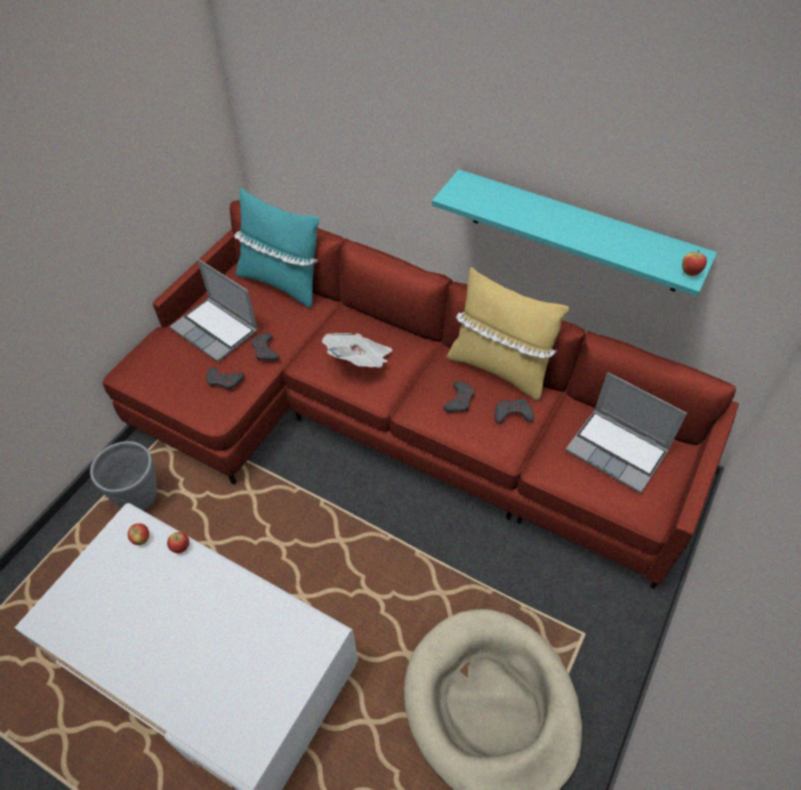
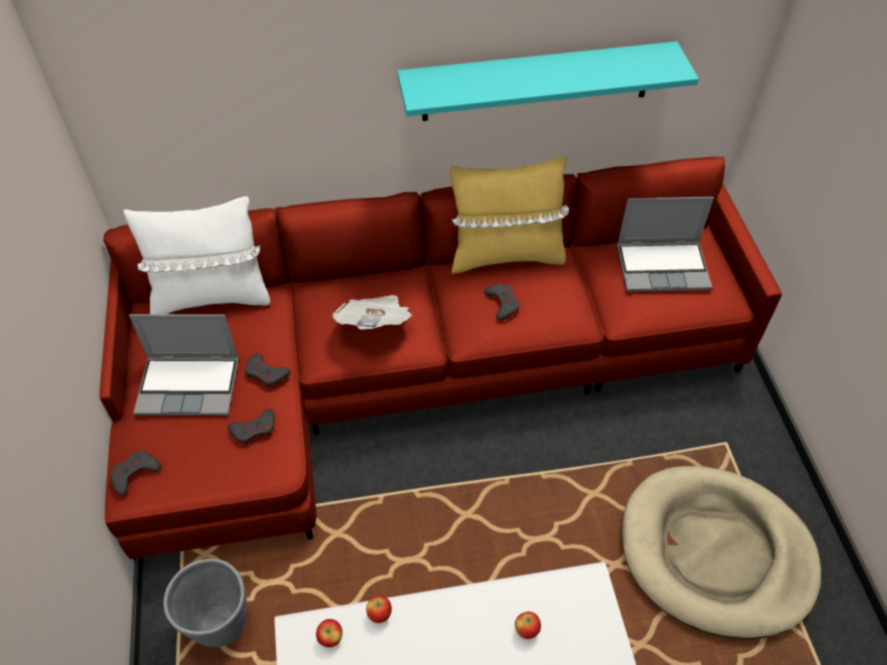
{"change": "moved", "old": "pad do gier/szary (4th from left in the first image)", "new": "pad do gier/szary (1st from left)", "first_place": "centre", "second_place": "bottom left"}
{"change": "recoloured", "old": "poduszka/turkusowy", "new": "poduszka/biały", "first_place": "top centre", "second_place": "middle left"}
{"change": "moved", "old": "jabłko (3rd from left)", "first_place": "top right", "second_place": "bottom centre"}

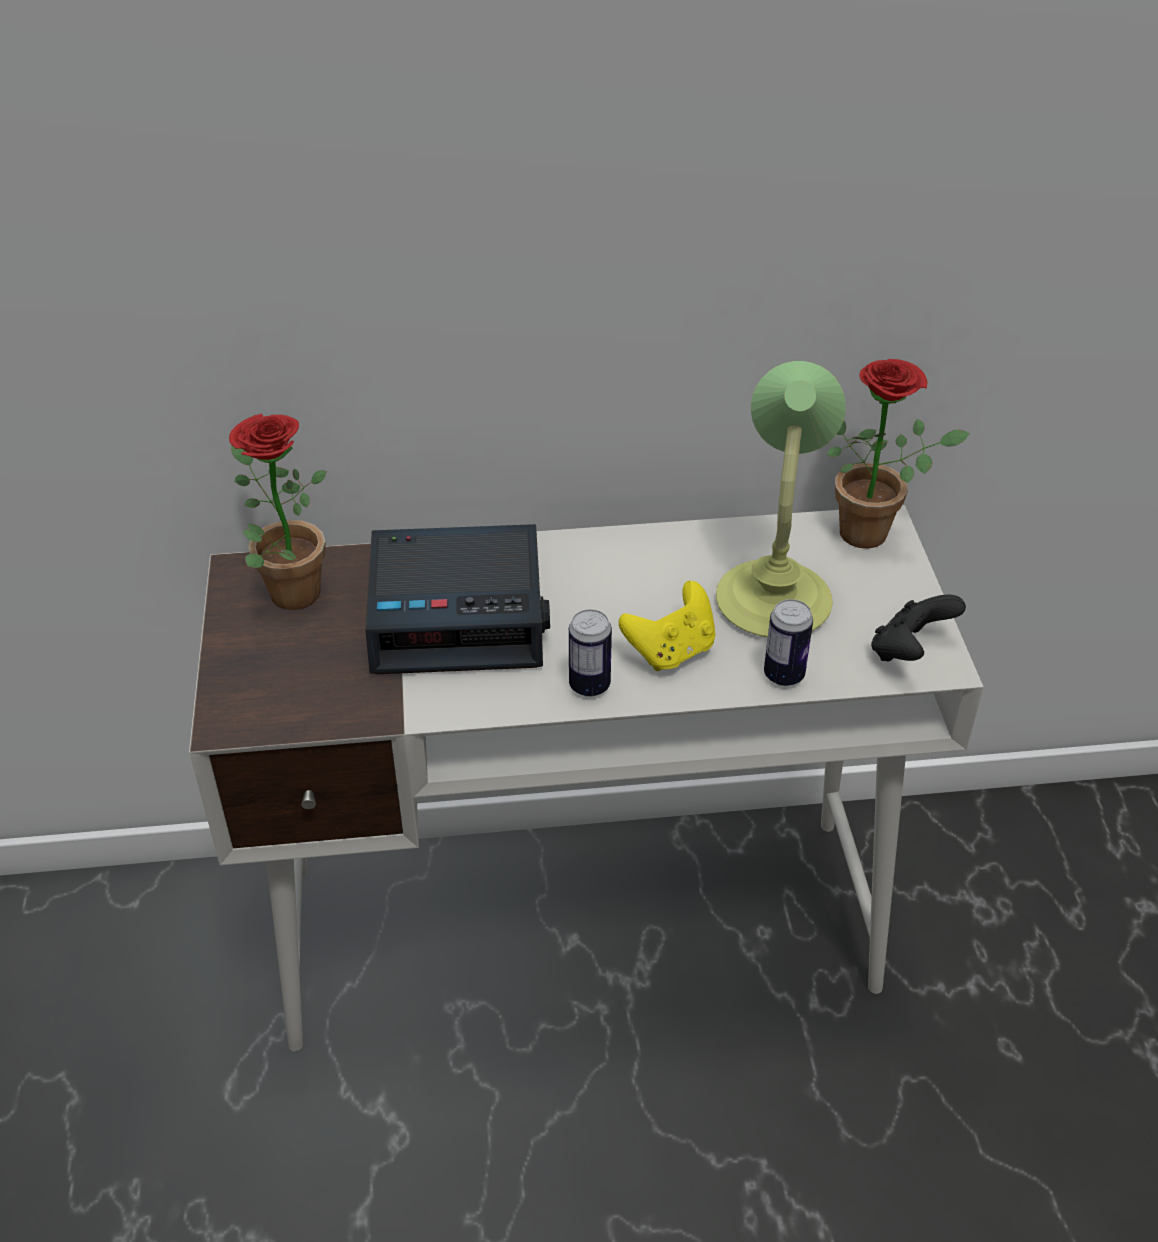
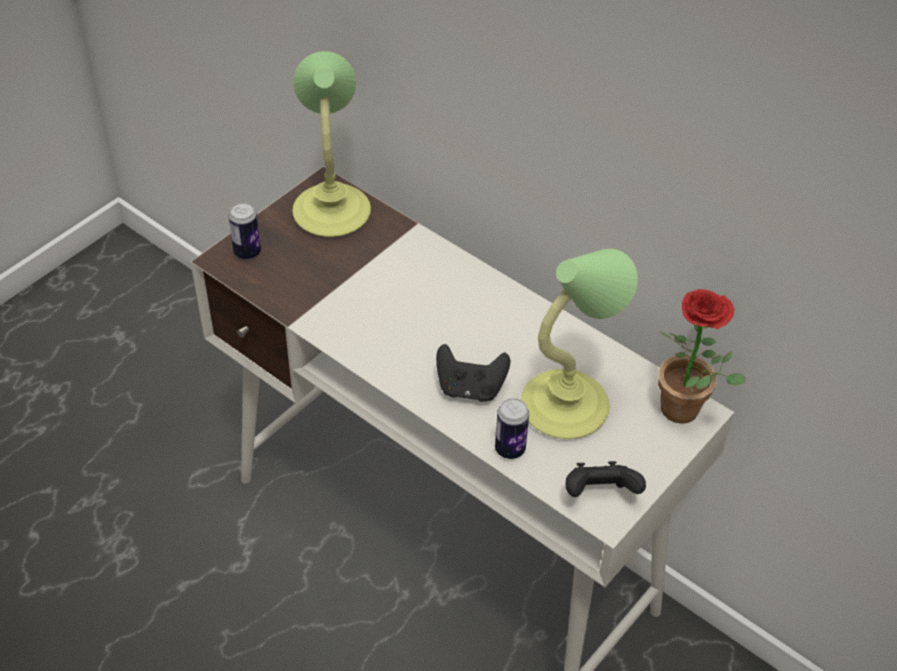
{"change": "moved", "old": "puszka (1st from left)", "first_place": "centre", "second_place": "middle left"}
{"change": "replaced", "old": "roślina doniczkowa (1st from left)", "new": "lampa stołowa (1st from left)", "first_place": "middle left", "second_place": "top centre"}
{"change": "recoloured", "old": "pad do gier/żółty", "new": "pad do gier/czarny (1st from left)", "first_place": "centre", "second_place": "centre"}
{"change": "removed", "old": "budzik", "first_place": "centre"}

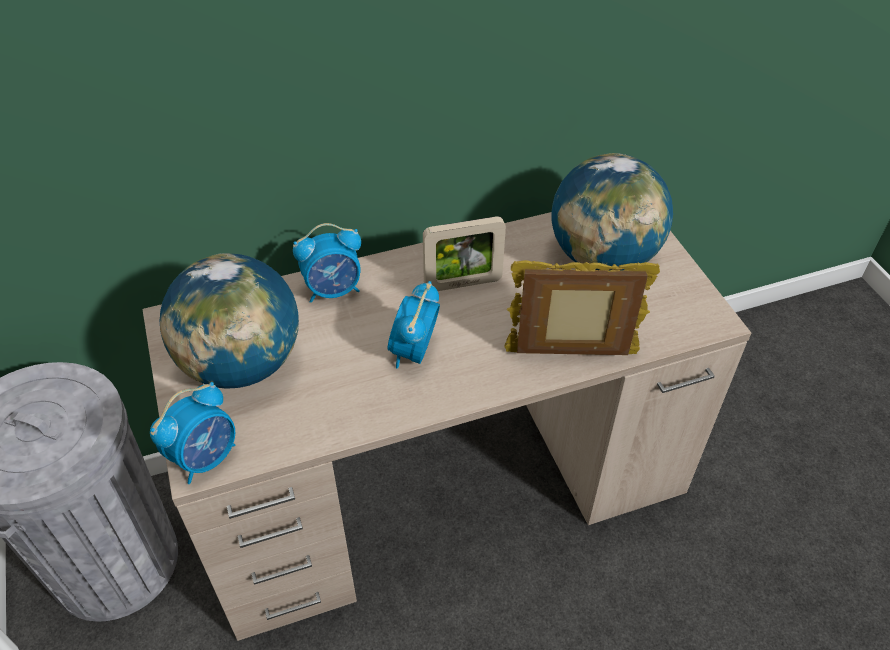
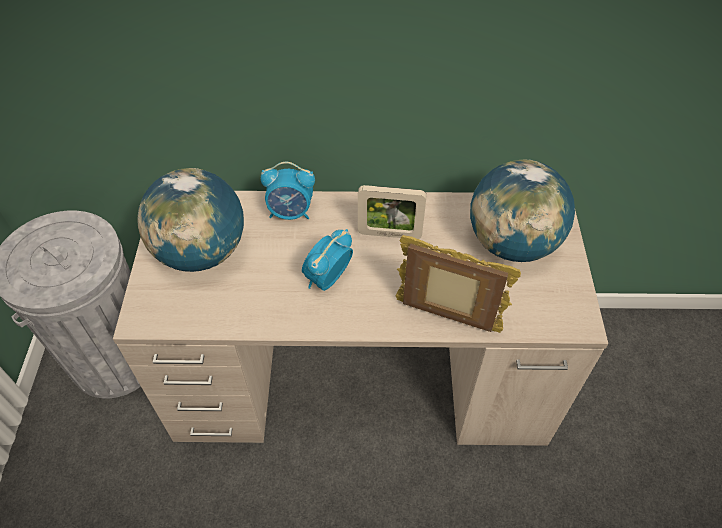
{"change": "removed", "old": "budzik (1st from left)", "first_place": "middle left"}

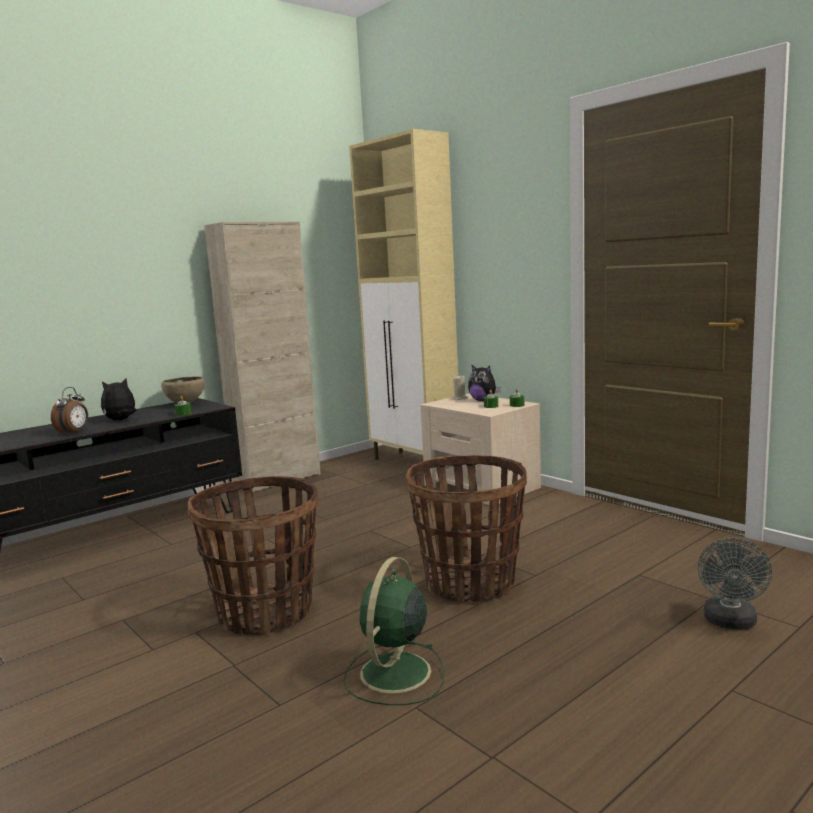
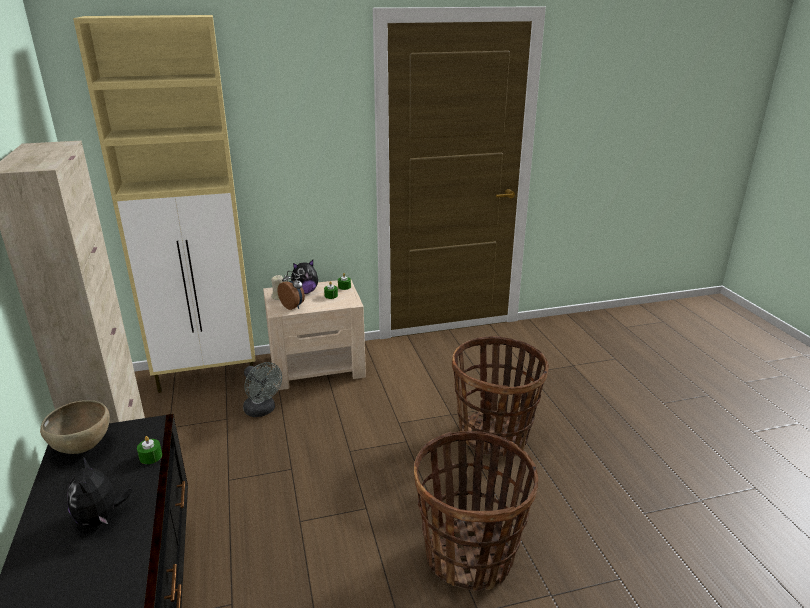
{"change": "moved", "old": "wentylator/szary", "first_place": "bottom right", "second_place": "middle left"}
{"change": "moved", "old": "budzik", "first_place": "middle left", "second_place": "centre"}
{"change": "removed", "old": "wentylator/zielony", "first_place": "bottom centre"}

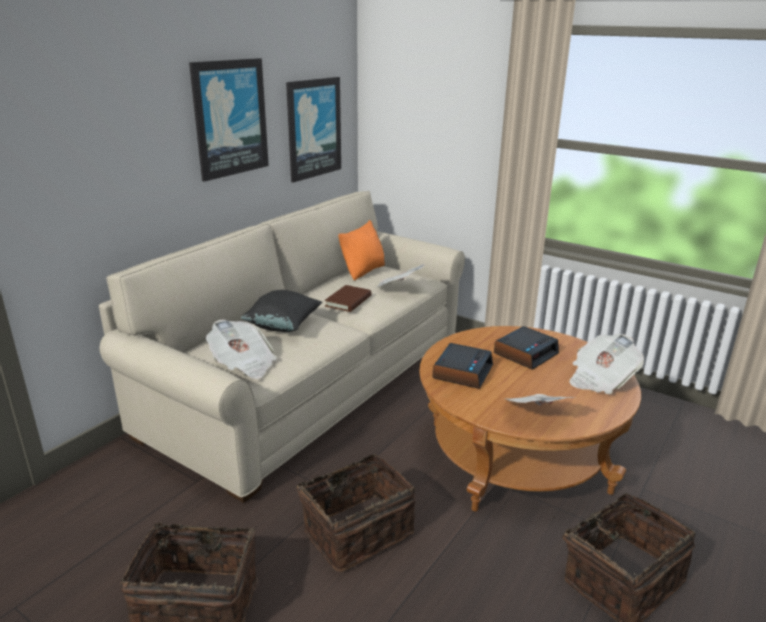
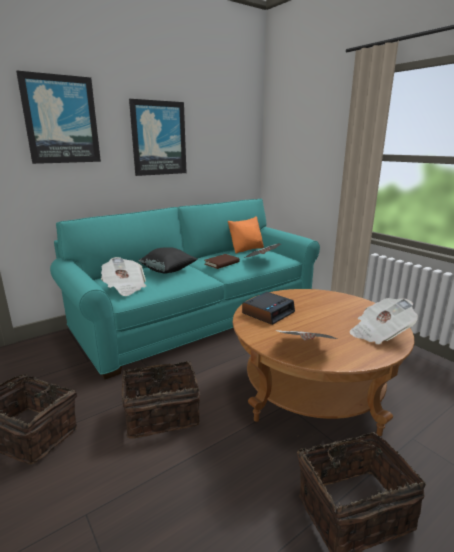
{"change": "moved", "old": "obraz (2nd from left in the first image)", "new": "obraz (1st from left)", "first_place": "top centre", "second_place": "top left"}
{"change": "recoloured", "old": "kanapa/beżowy", "new": "kanapa/turkusowy", "first_place": "centre", "second_place": "centre"}
{"change": "removed", "old": "budzik (2nd from left)", "first_place": "middle right"}

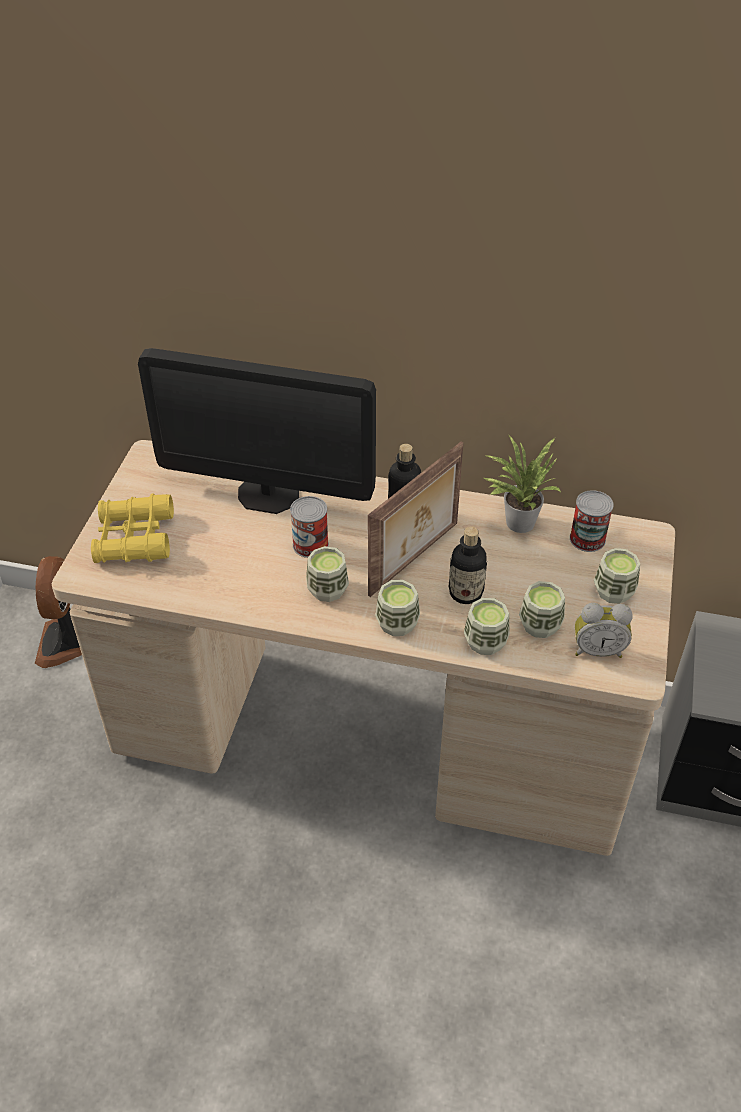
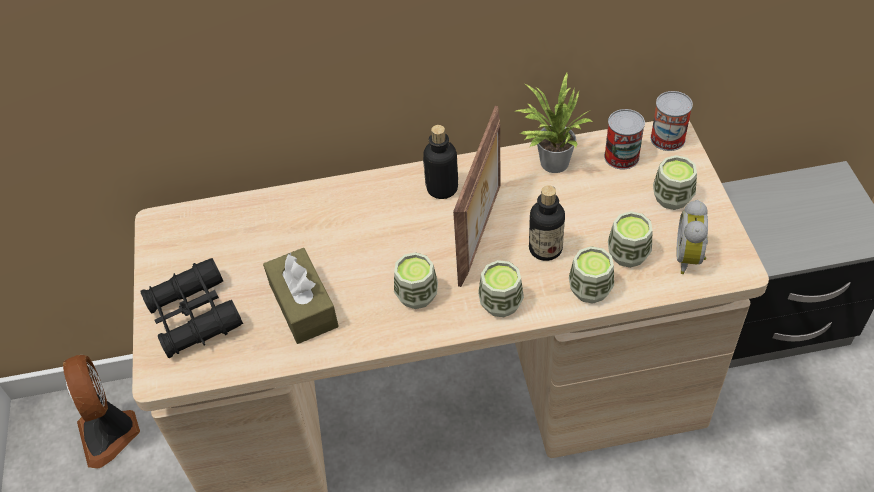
{"change": "recoloured", "old": "lornetka/żółty", "new": "lornetka/czarny", "first_place": "middle left", "second_place": "middle left"}
{"change": "added", "new": "pudełko chusteczek/brązowy", "second_place": "centre"}
{"change": "moved", "old": "puszka (1st from left in the first image)", "new": "puszka (2nd from left)", "first_place": "centre", "second_place": "top right"}
{"change": "turned", "old": "budzik", "first_place": "middle right", "second_place": "middle right", "degrees": 120}
{"change": "removed", "old": "monitor", "first_place": "centre"}

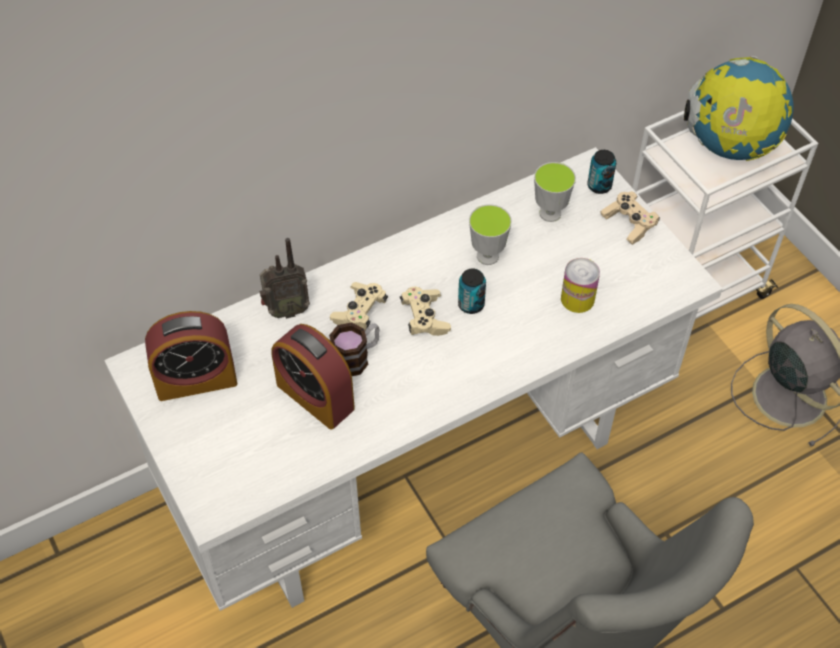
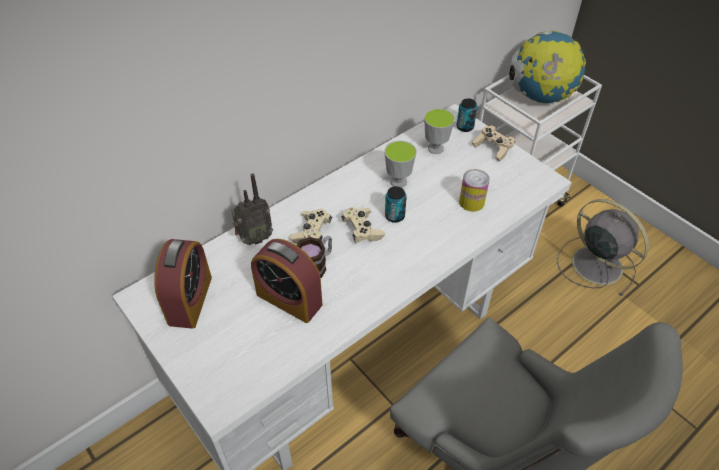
{"change": "turned", "old": "budzik (1st from left)", "first_place": "middle left", "second_place": "middle left", "degrees": -60}

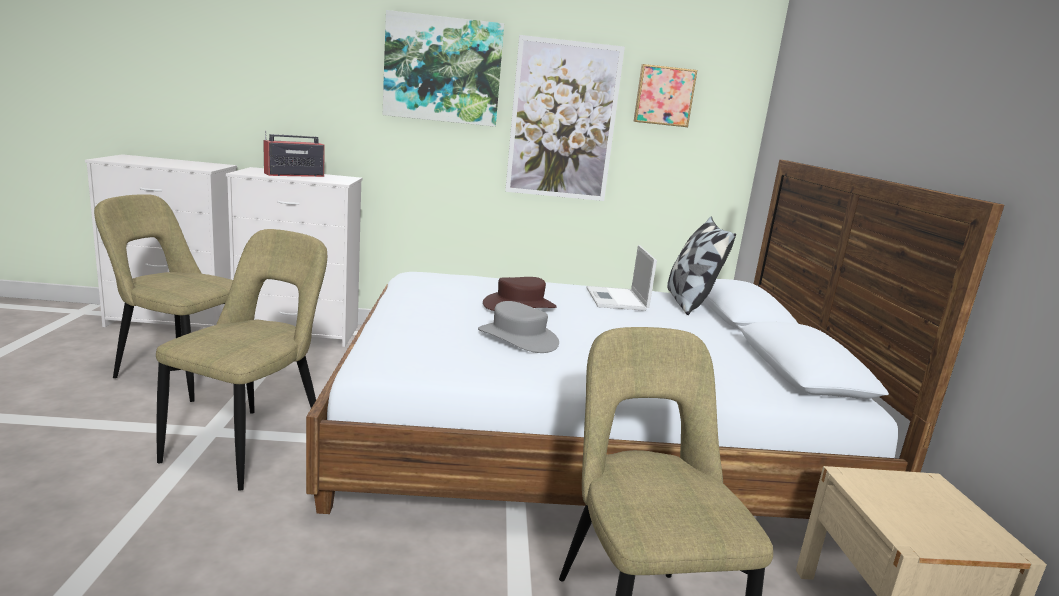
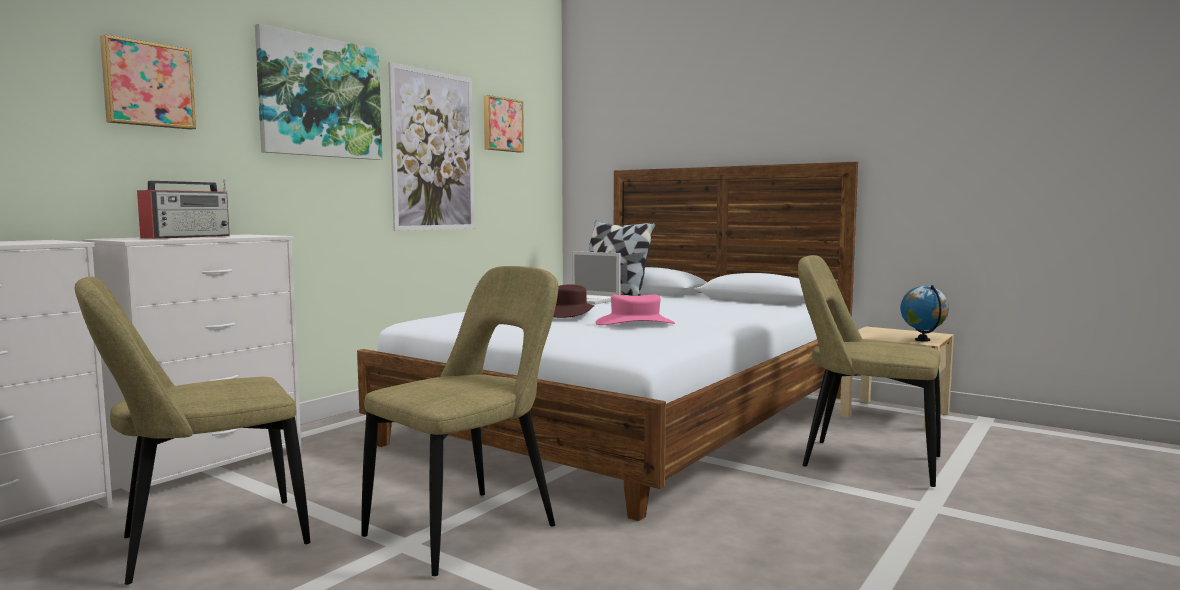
{"change": "added", "new": "obraz (1st from left)", "second_place": "top left"}
{"change": "turned", "old": "radio", "first_place": "top left", "second_place": "middle left", "degrees": -150}
{"change": "turned", "old": "krzesło/beżowy (2nd from left)", "first_place": "middle left", "second_place": "bottom centre", "degrees": 75}
{"change": "recoloured", "old": "kapelusz/szary", "new": "kapelusz/różowy", "first_place": "centre", "second_place": "centre"}
{"change": "added", "new": "globus", "second_place": "middle right"}

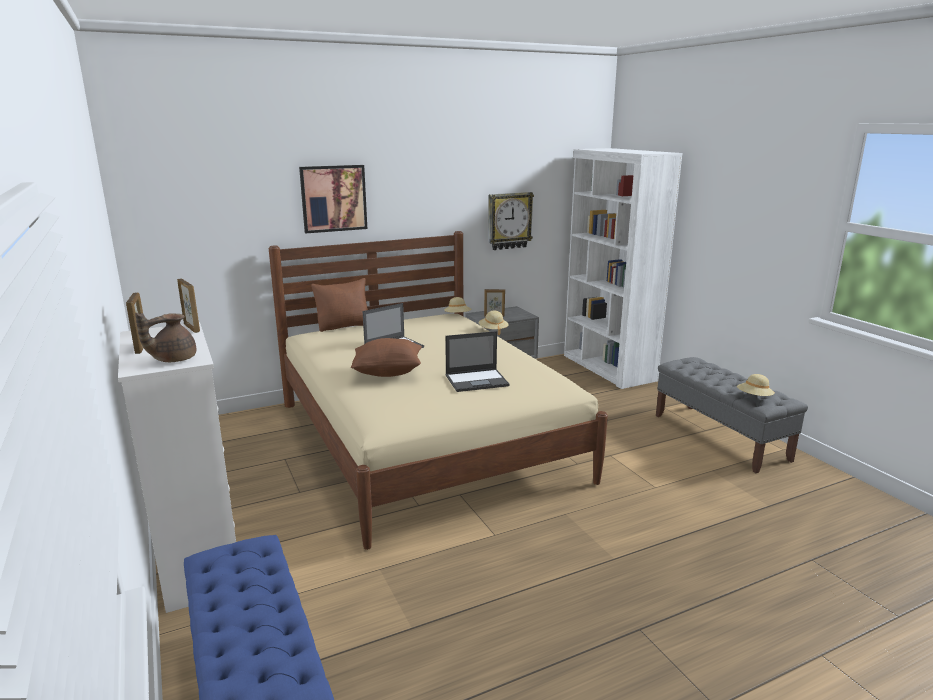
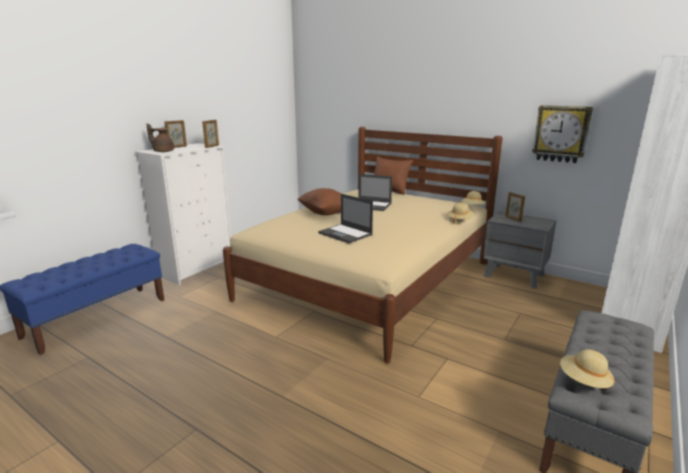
{"change": "removed", "old": "obraz", "first_place": "top centre"}

